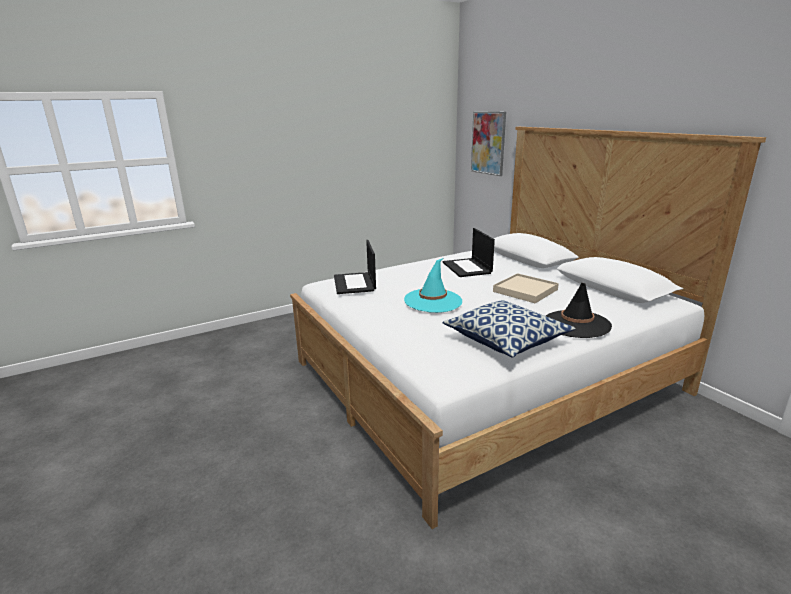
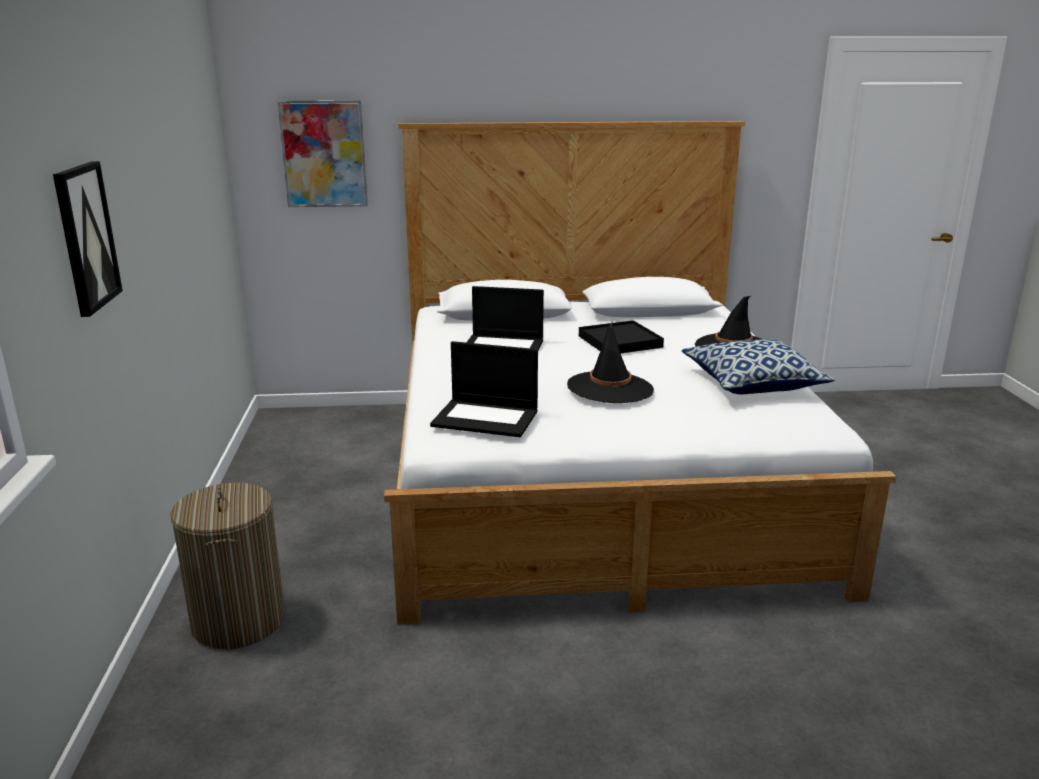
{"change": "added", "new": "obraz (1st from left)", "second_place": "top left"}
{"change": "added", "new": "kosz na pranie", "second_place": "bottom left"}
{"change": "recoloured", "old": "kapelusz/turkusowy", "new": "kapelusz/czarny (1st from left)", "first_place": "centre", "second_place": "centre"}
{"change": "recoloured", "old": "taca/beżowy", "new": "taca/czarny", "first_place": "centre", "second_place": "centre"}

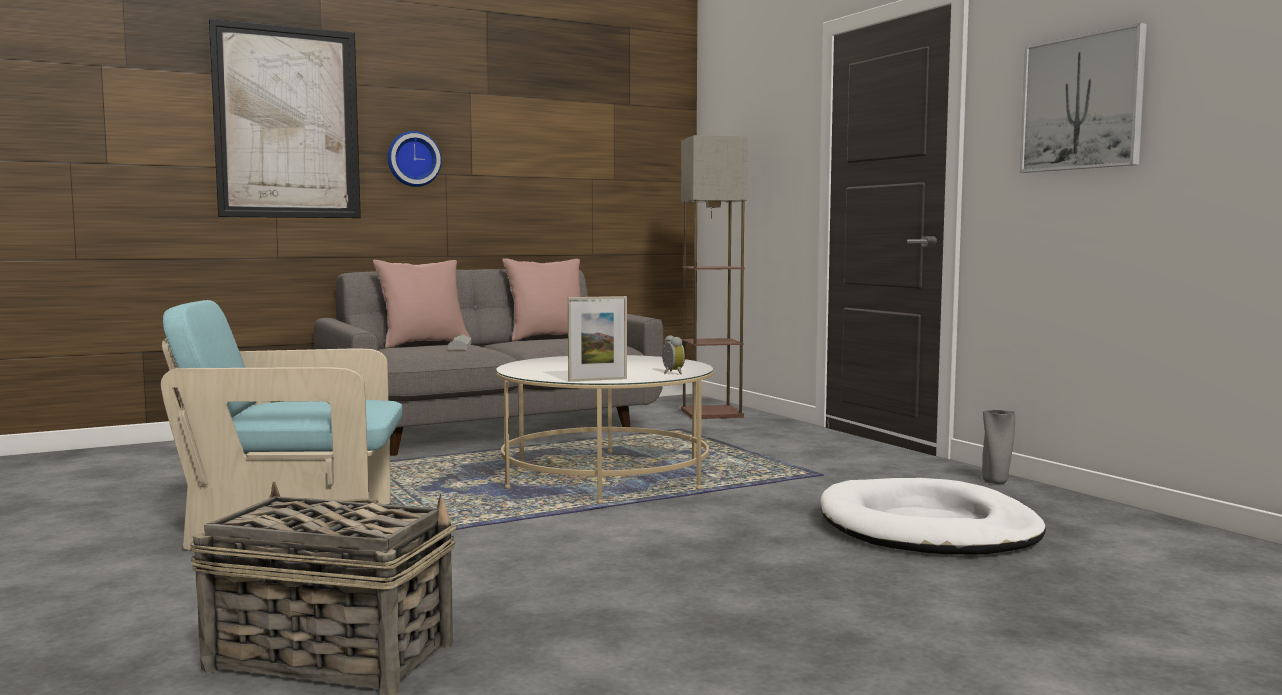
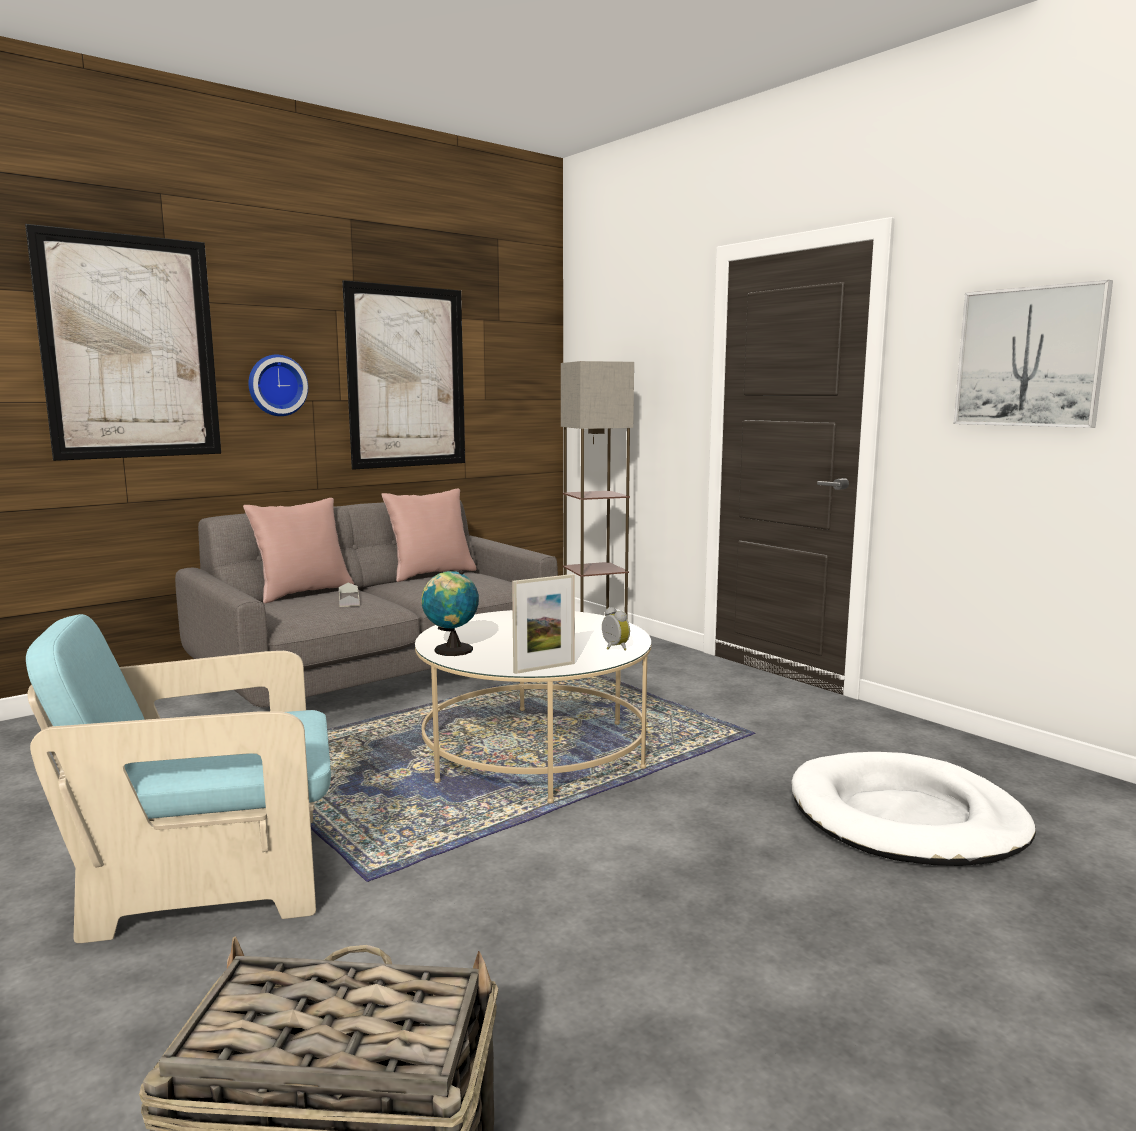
{"change": "added", "new": "obraz (2nd from left)", "second_place": "top centre"}
{"change": "added", "new": "globus", "second_place": "centre"}
{"change": "removed", "old": "wazon/szary", "first_place": "middle right"}

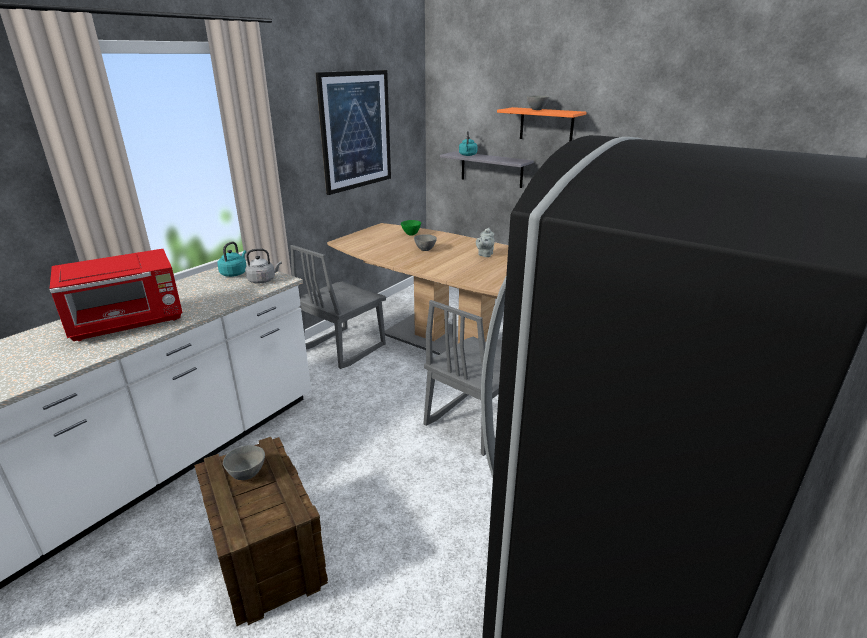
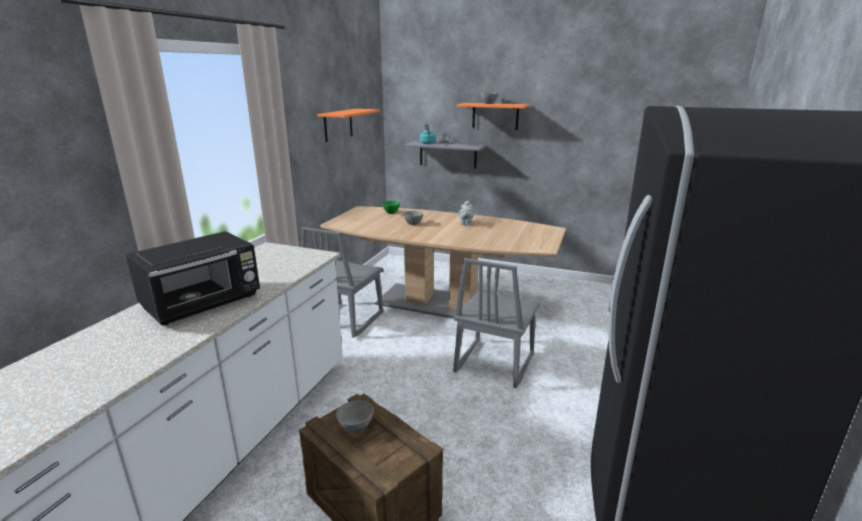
{"change": "recoloured", "old": "mikrofalówka/czerwony", "new": "mikrofalówka/czarny", "first_place": "middle left", "second_place": "middle left"}
{"change": "replaced", "old": "obraz", "new": "półka/pomarańczowy (1st from left)", "first_place": "top centre", "second_place": "top centre"}
{"change": "removed", "old": "czajnik/turkusowy (1st from left)", "first_place": "middle left"}
{"change": "removed", "old": "czajnik/szary", "first_place": "middle left"}

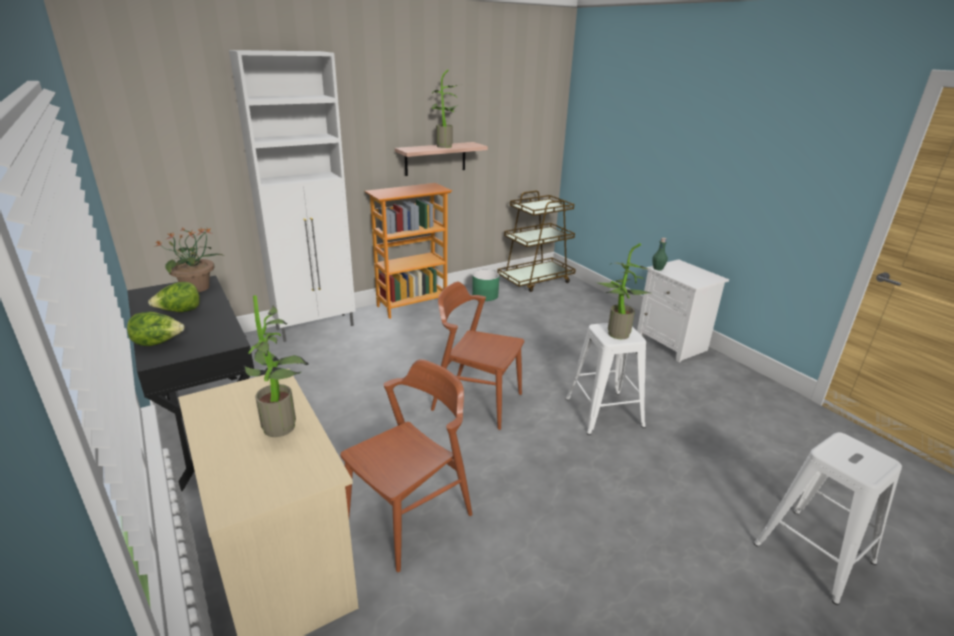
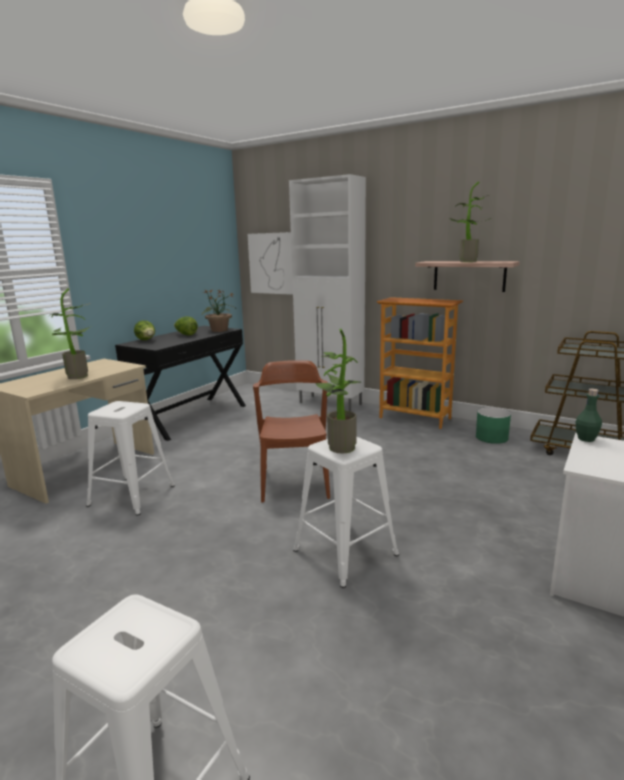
{"change": "replaced", "old": "krzesło/brązowy (1st from left)", "new": "stołek/biały (1st from left)", "first_place": "bottom centre", "second_place": "middle left"}
{"change": "added", "new": "obraz", "second_place": "centre"}

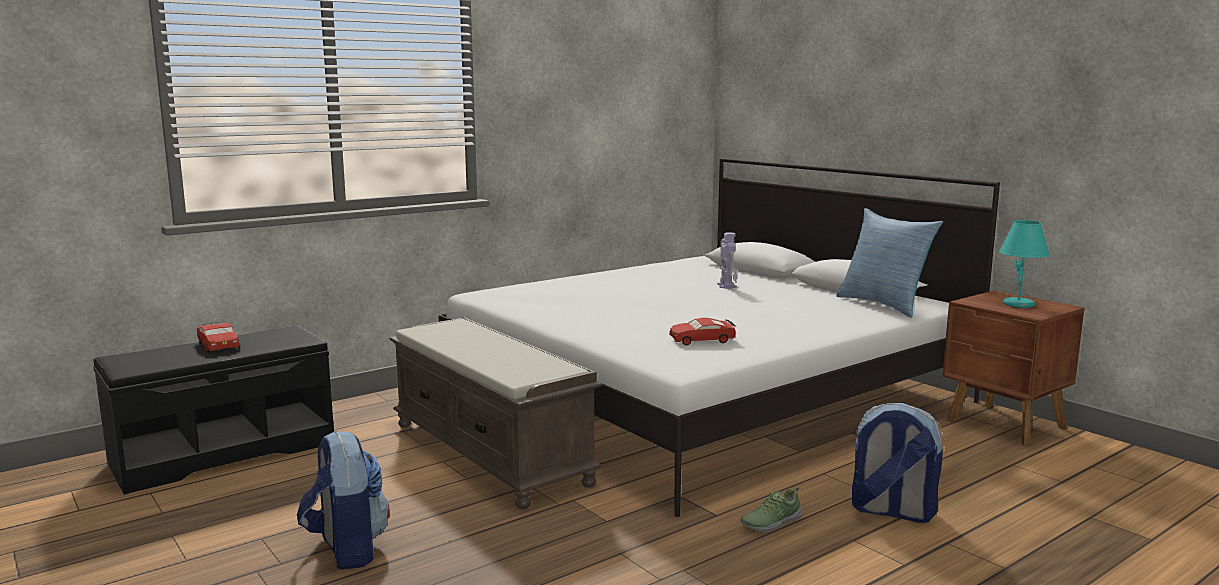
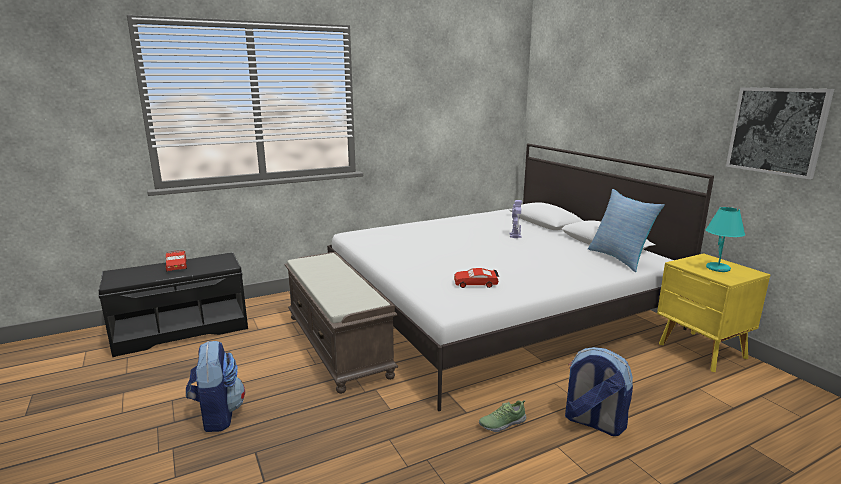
{"change": "recoloured", "old": "szafka nocna/brązowy", "new": "szafka nocna/żółty", "first_place": "middle right", "second_place": "middle right"}
{"change": "added", "new": "obraz", "second_place": "top right"}

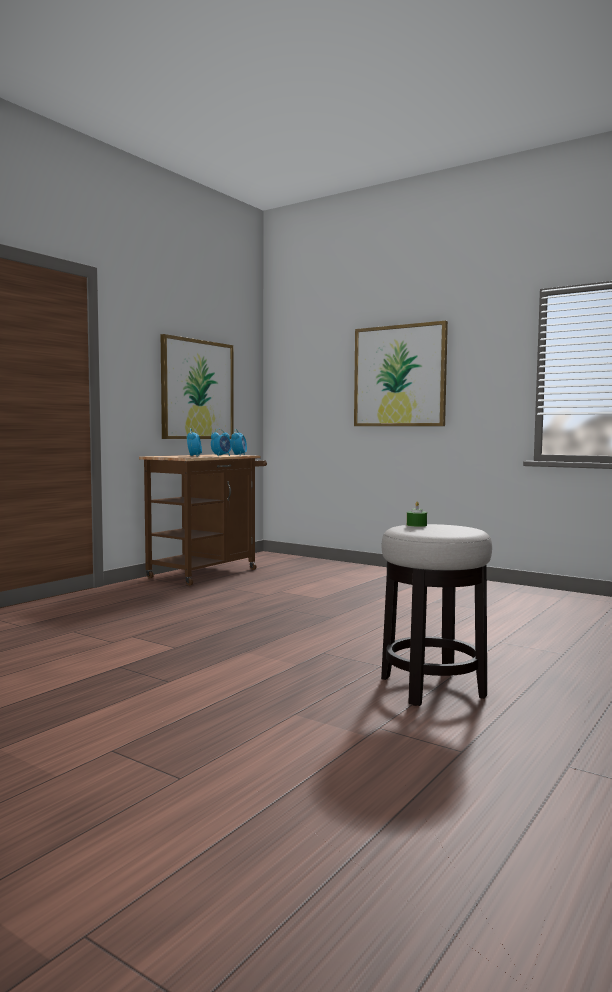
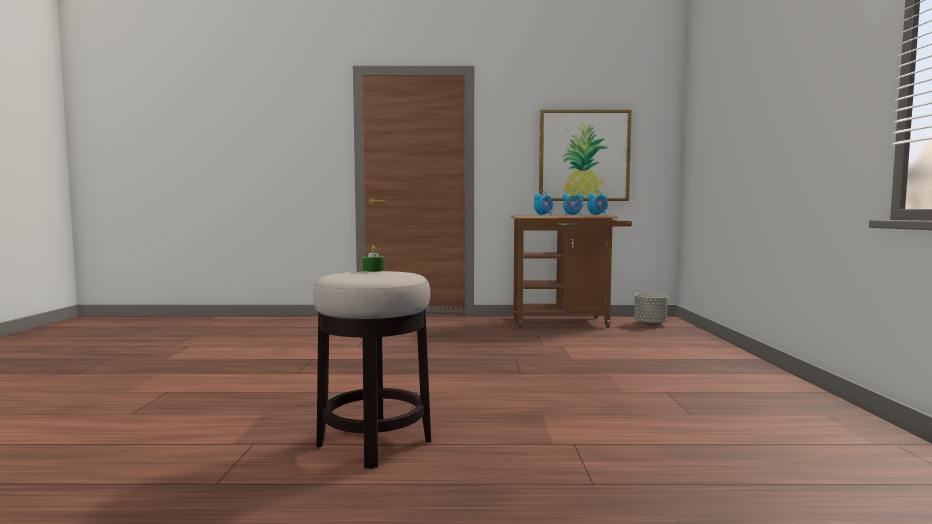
{"change": "added", "new": "donica/szary", "second_place": "middle right"}
{"change": "removed", "old": "obraz (2nd from left)", "first_place": "centre"}

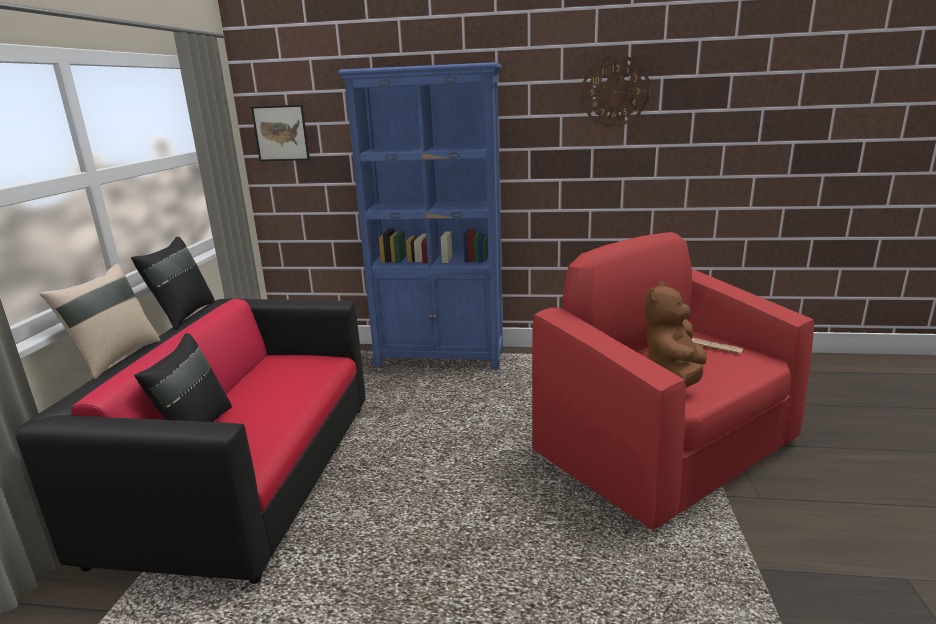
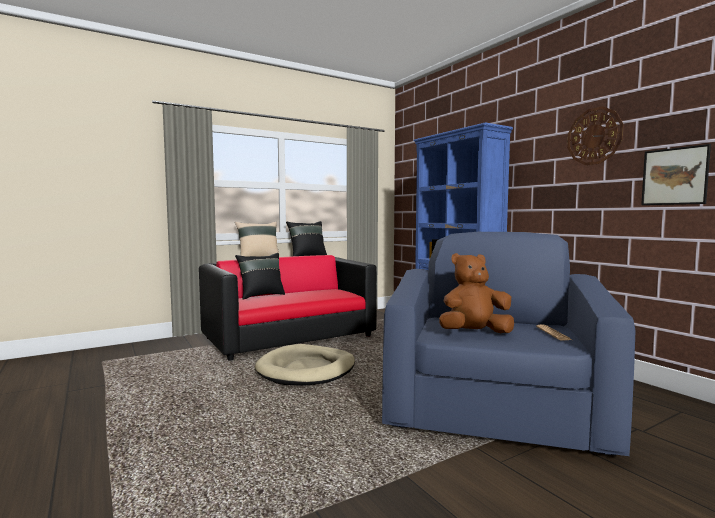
{"change": "added", "new": "legowisko/beżowy", "second_place": "bottom centre"}
{"change": "recoloured", "old": "fotel/czerwony", "new": "fotel/niebieski", "first_place": "middle right", "second_place": "middle right"}
{"change": "moved", "old": "obraz", "first_place": "top left", "second_place": "middle right"}

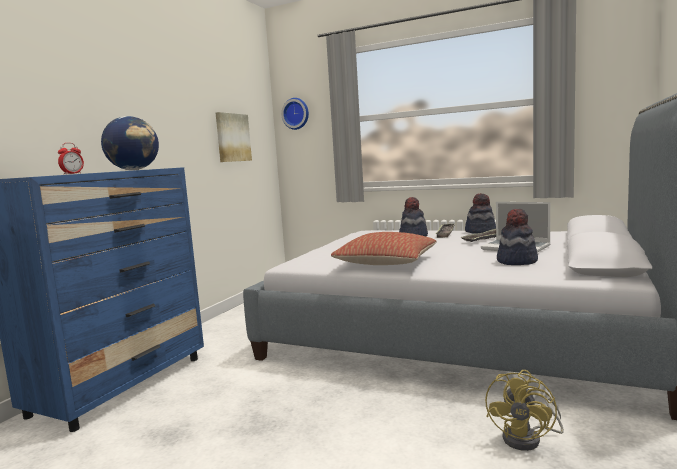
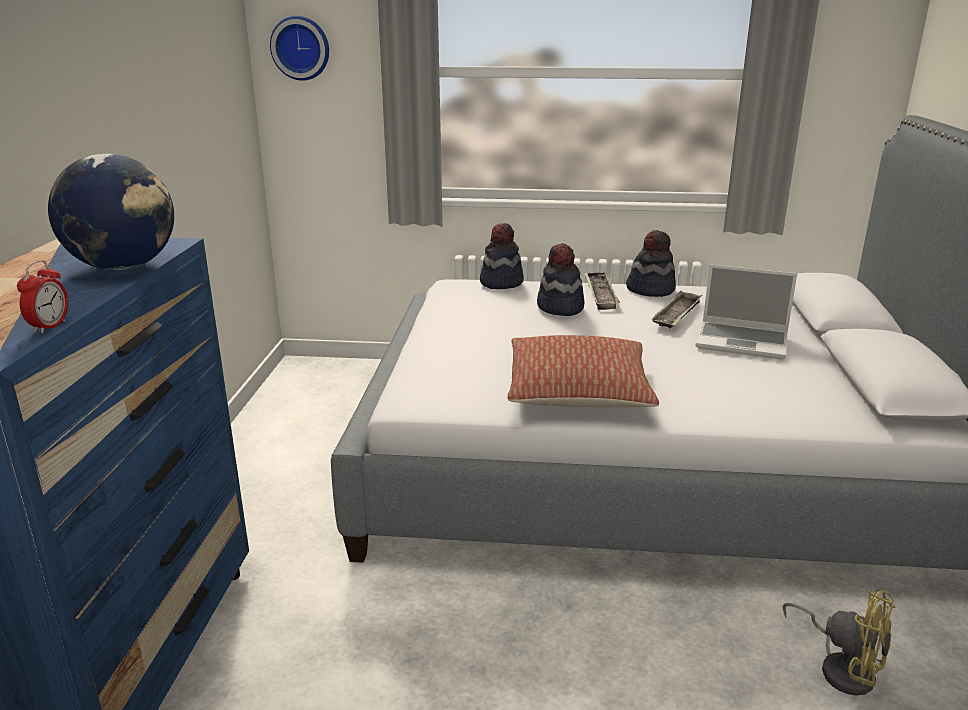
{"change": "moved", "old": "kapelusz (3rd from left in the first image)", "new": "kapelusz (1st from left)", "first_place": "middle right", "second_place": "centre"}
{"change": "turned", "old": "wentylator/żółty", "first_place": "bottom right", "second_place": "bottom right", "degrees": -60}
{"change": "removed", "old": "obraz", "first_place": "top centre"}

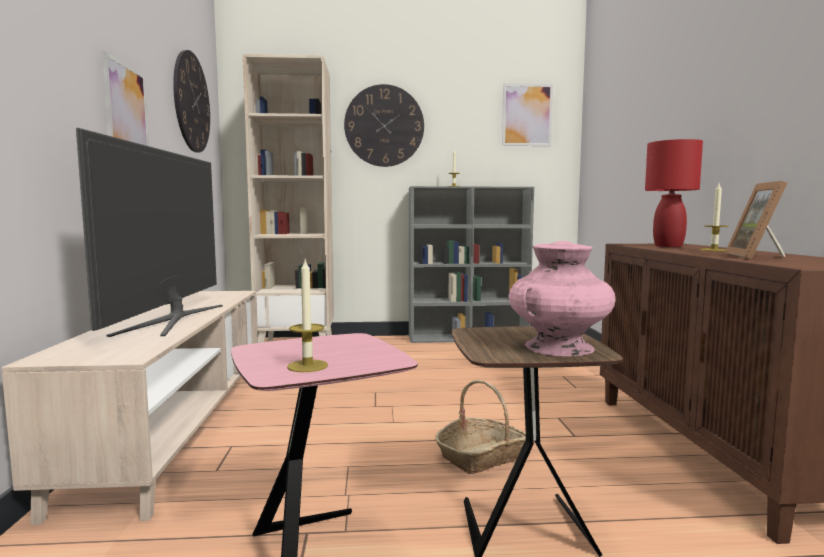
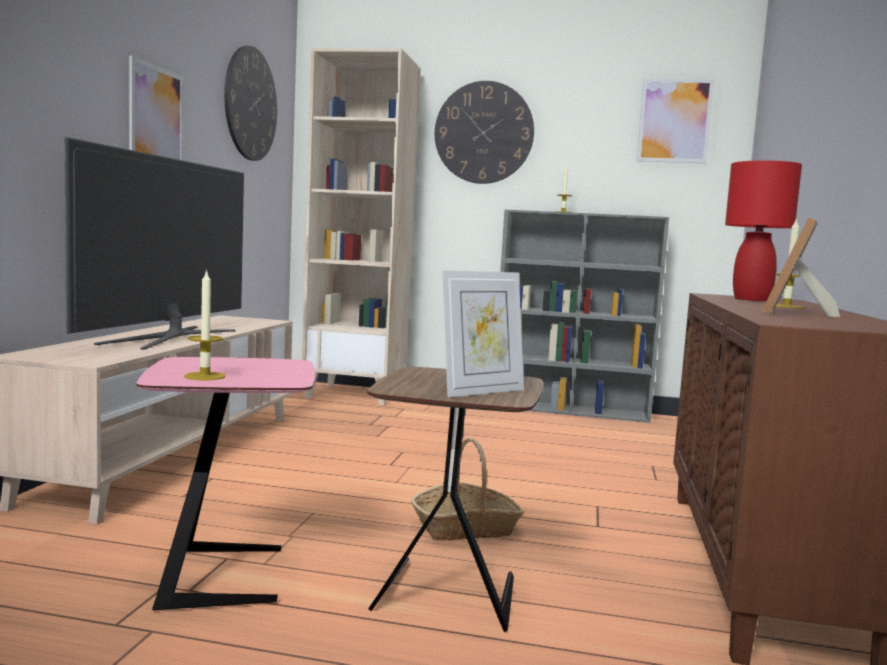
{"change": "replaced", "old": "wazon/różowy", "new": "ramka na zdjęcie (1st from left)", "first_place": "middle right", "second_place": "centre"}

